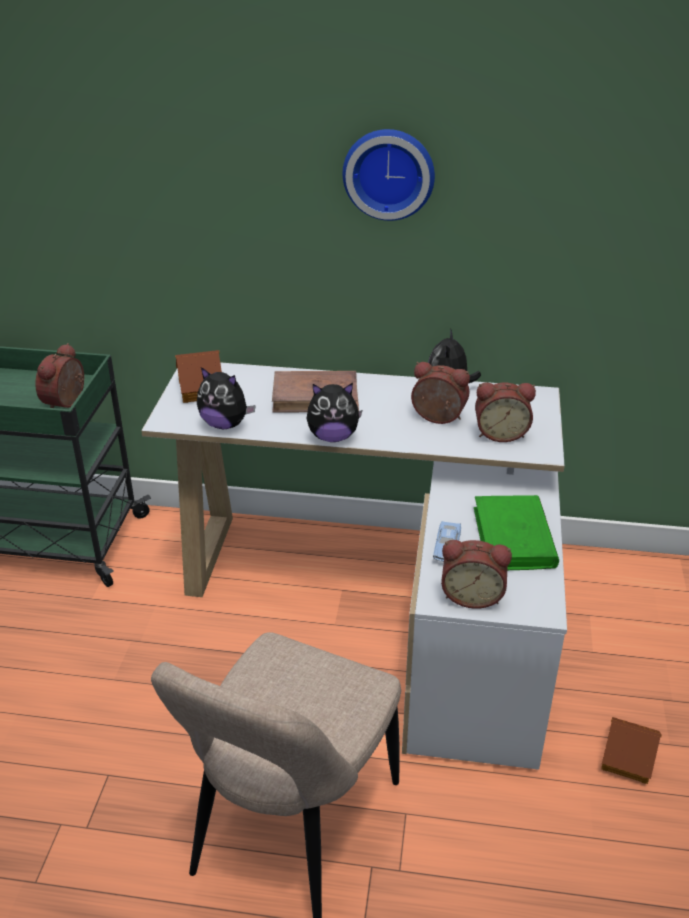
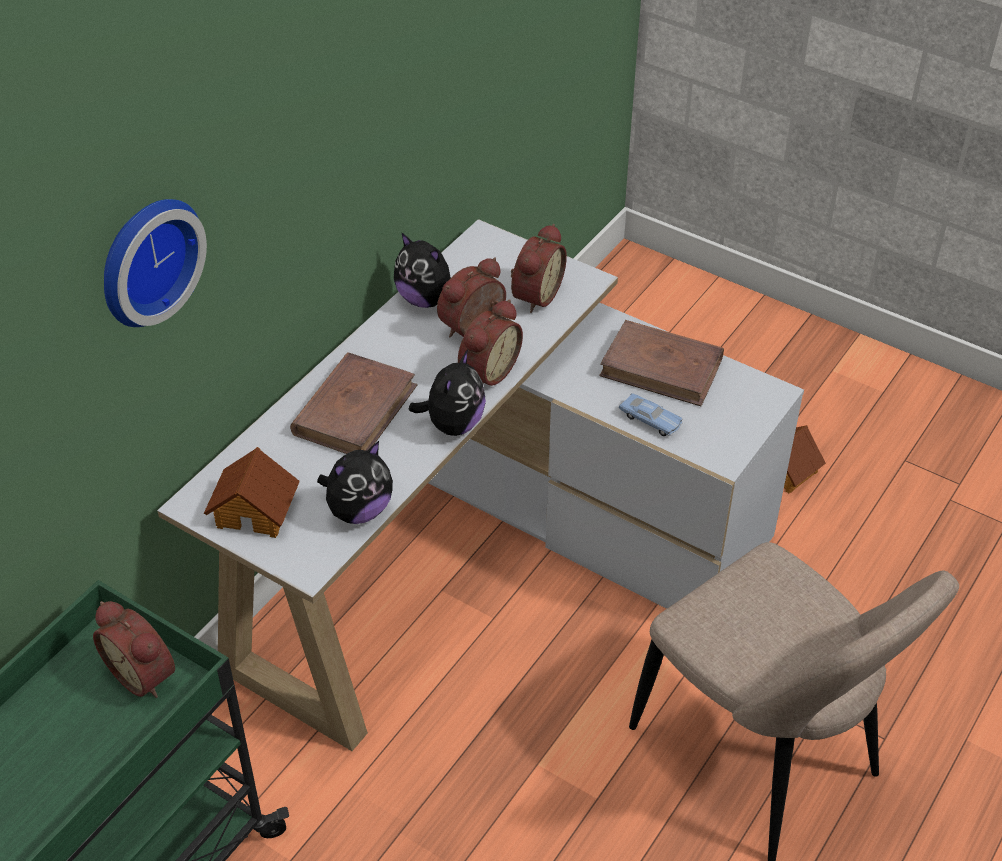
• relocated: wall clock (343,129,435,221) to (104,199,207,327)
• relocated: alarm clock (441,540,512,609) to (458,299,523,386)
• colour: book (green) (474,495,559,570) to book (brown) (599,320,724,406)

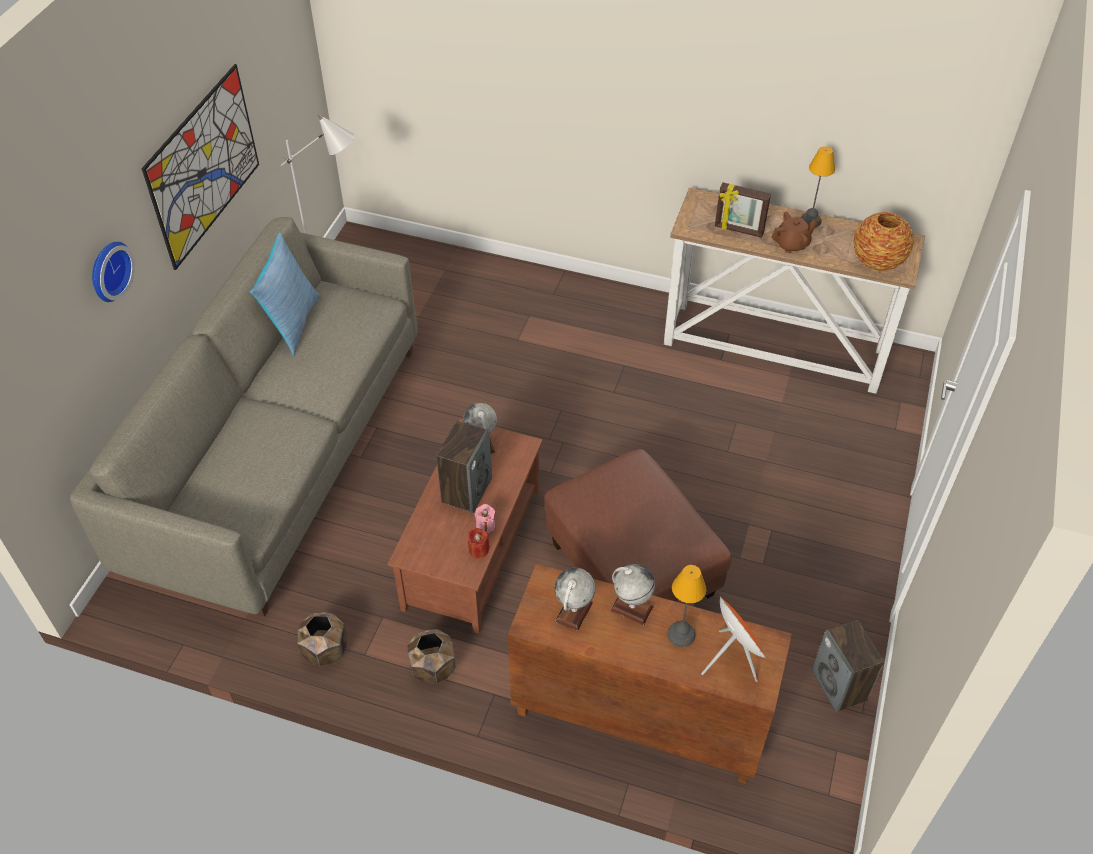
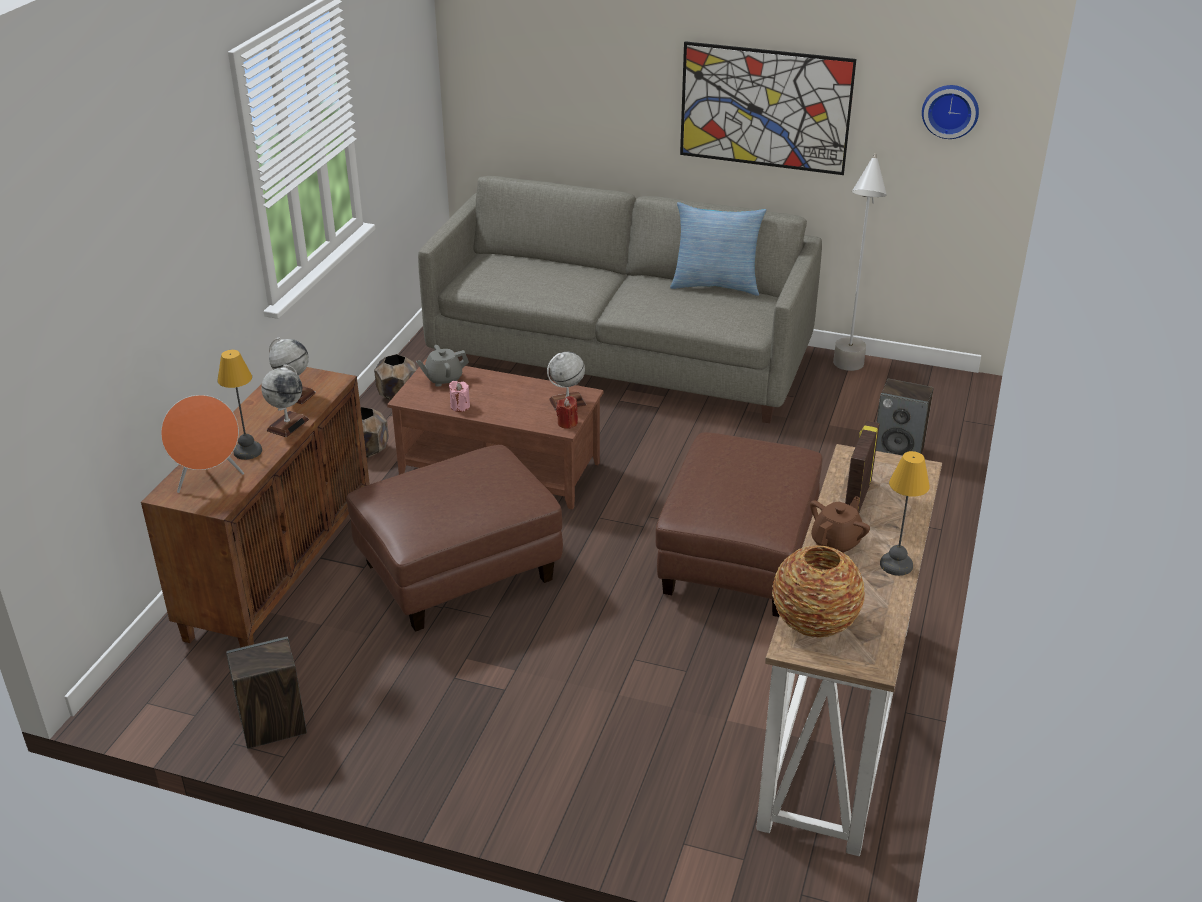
• appeared: teapot (grey) (416,345,469,387)
• appeared: ottoman (brown) (655,433,822,617)
• relocated: wall clock (92,241,135,302) to (922,85,979,139)
• relocated: speaker (436,421,492,513) to (876,379,934,456)
• relocated: candle (red) (468,528,490,558) to (556,396,578,429)
• spun: teapot (brown) (771,212,818,253) = (810,496,870,553) 120 degrees counterclockwise

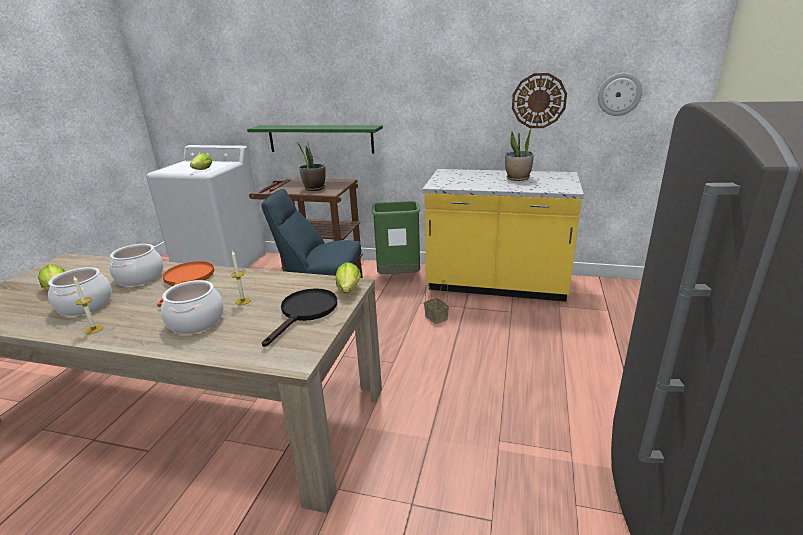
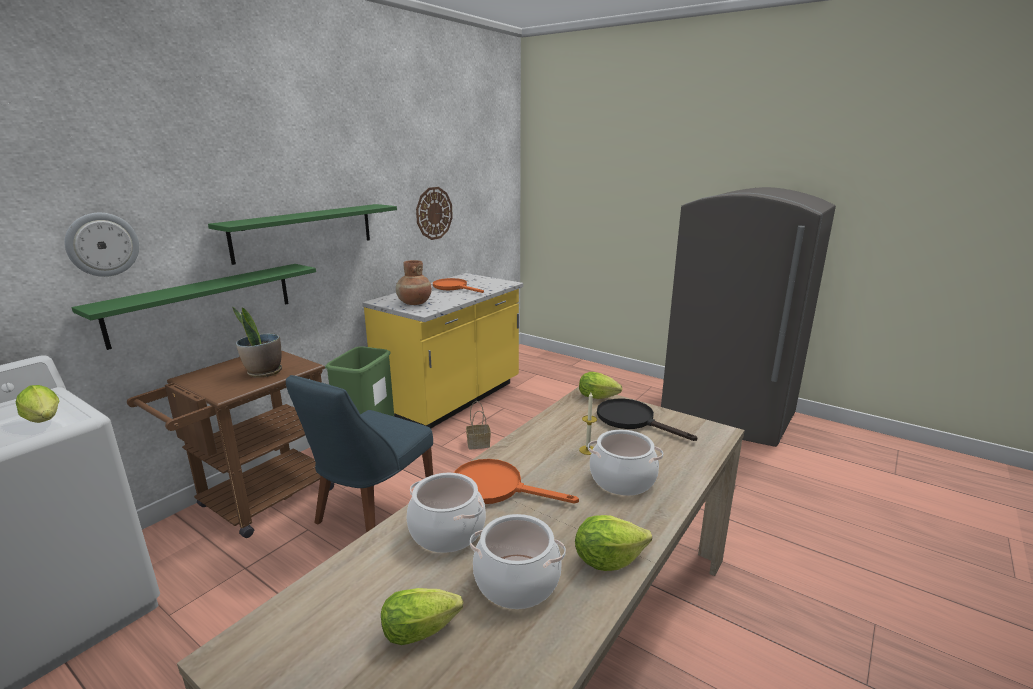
• appeared: shelf (green) (208,204,397,265)
• appeared: vase (brown) (396,260,432,305)
• relocated: wall clock (598,73,642,116) to (64,213,139,277)
• exchanged: candle (73,276,104,334) to lettuce (575,515,652,571)
• exchanged: potted plant (505,129,534,181) to frying pan (orange) (433,278,484,293)

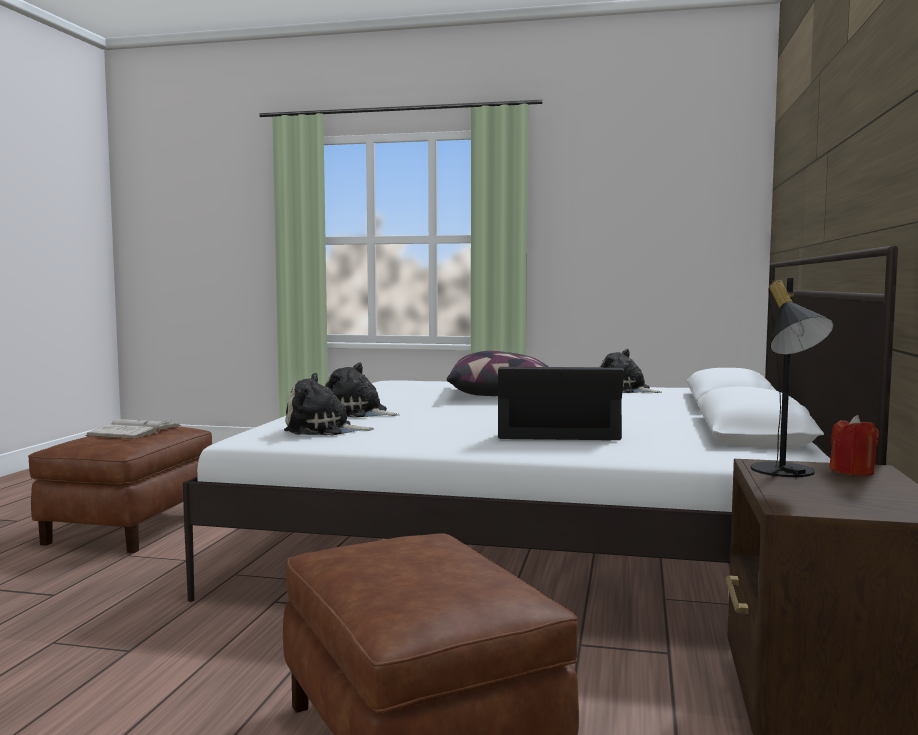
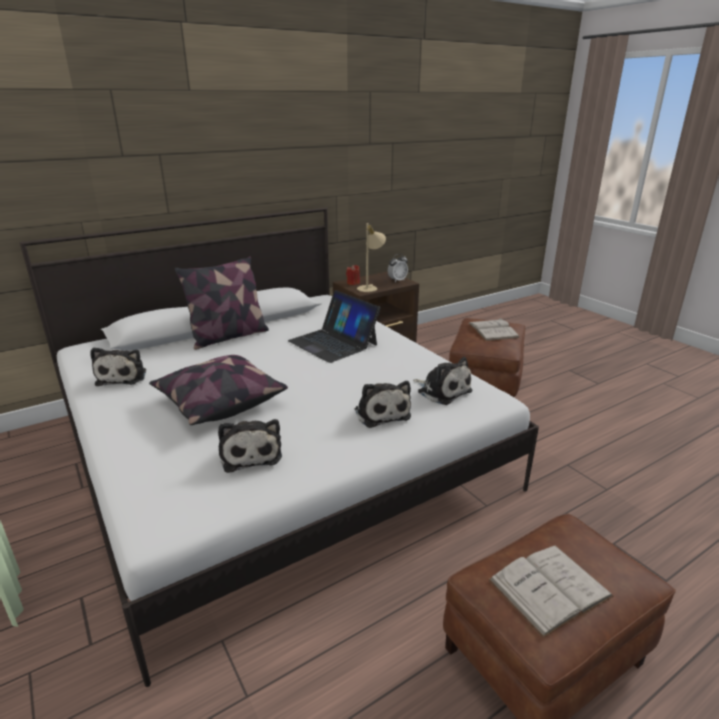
• appeared: pillow (175,256,269,350)
• appeared: plush toy (218,419,282,473)
• appeared: alarm clock (388,254,408,282)
• appeared: book (white) (468,318,520,341)
• colour: table lamp (black) (750,278,834,477) to table lamp (beige) (357,223,386,292)

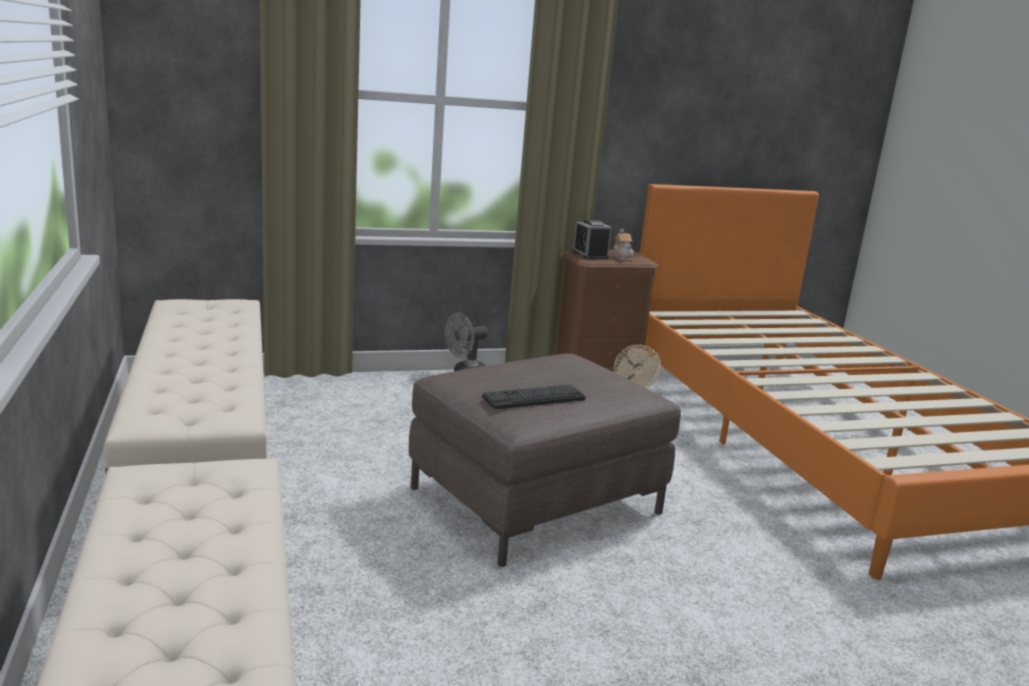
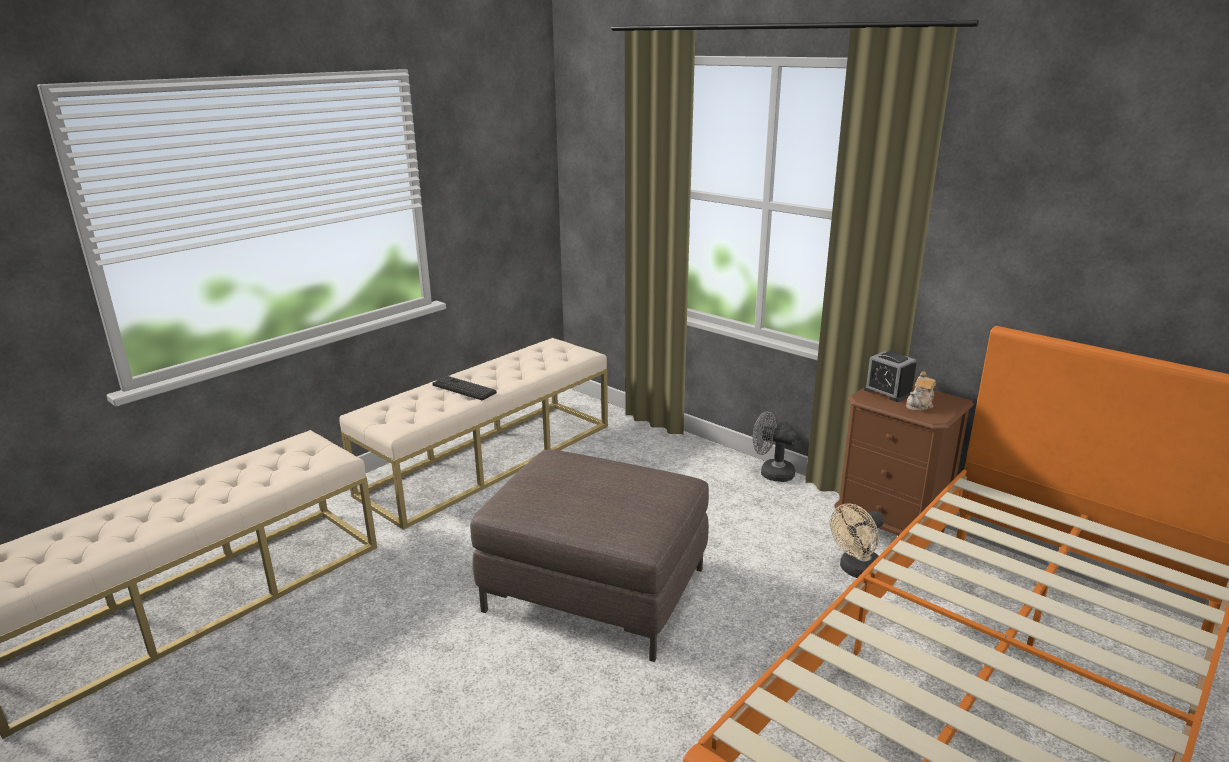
• relocated: keyboard (482,384,586,409) to (432,376,497,400)
• spun: alarm clock (573,220,612,260) = (864,351,916,402) 75 degrees counterclockwise

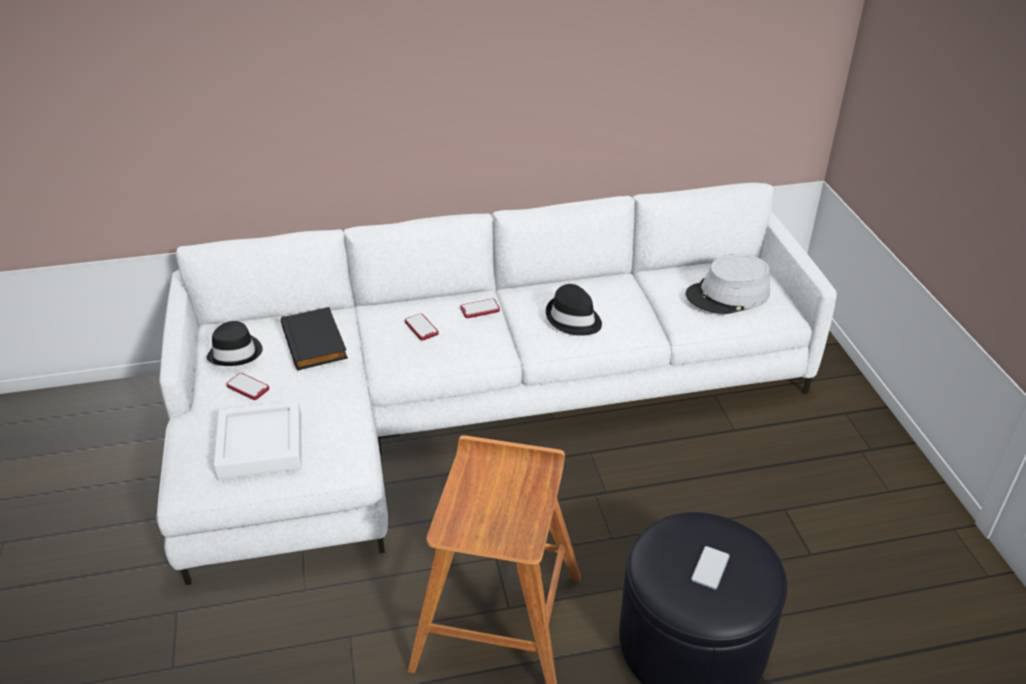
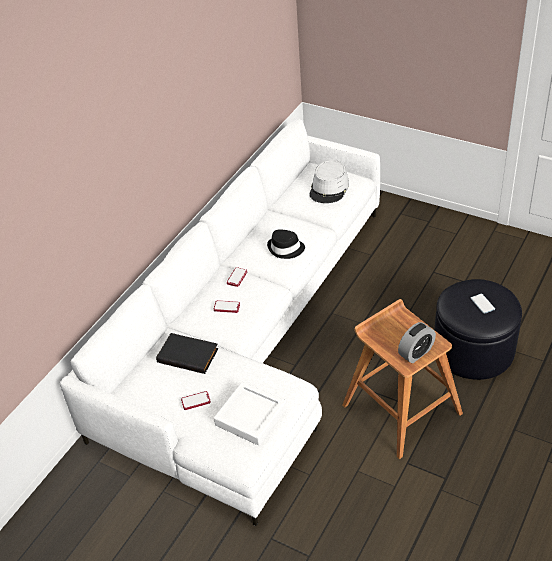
• missing: hat (black) (206,321,263,366)
• appeared: alarm clock (398,322,436,363)

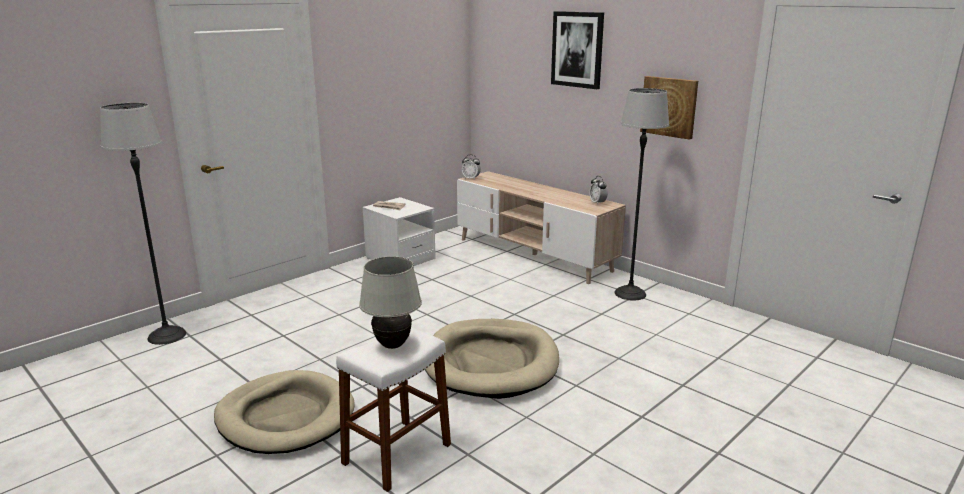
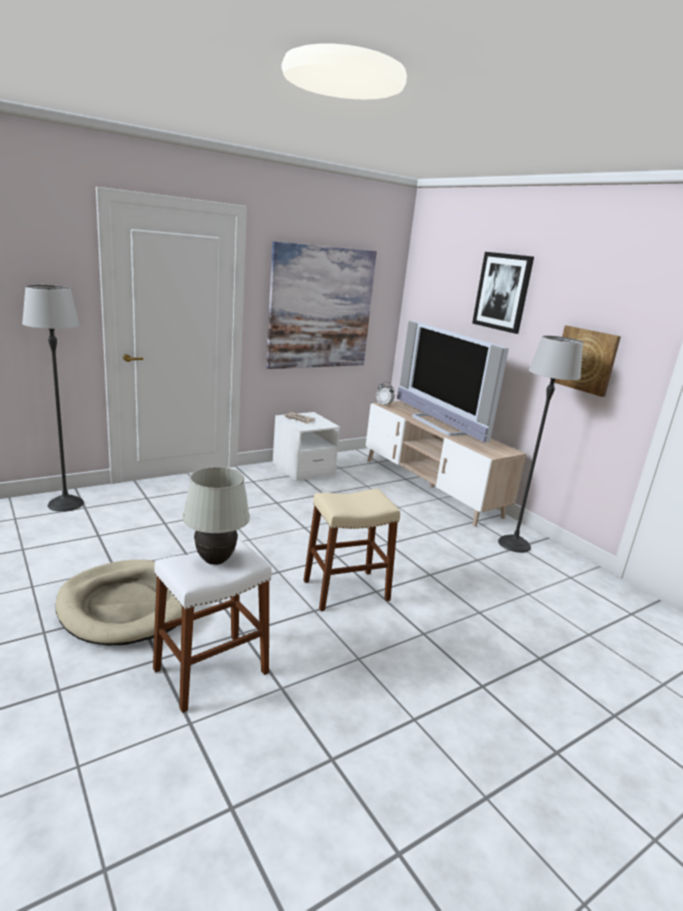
• missing: alarm clock (589,176,608,204)
• appeared: picture (266,241,377,369)
• appeared: television (397,321,509,442)
• exchanged: dog bed (beige) (425,319,559,399) to stool (beige) (304,489,400,611)

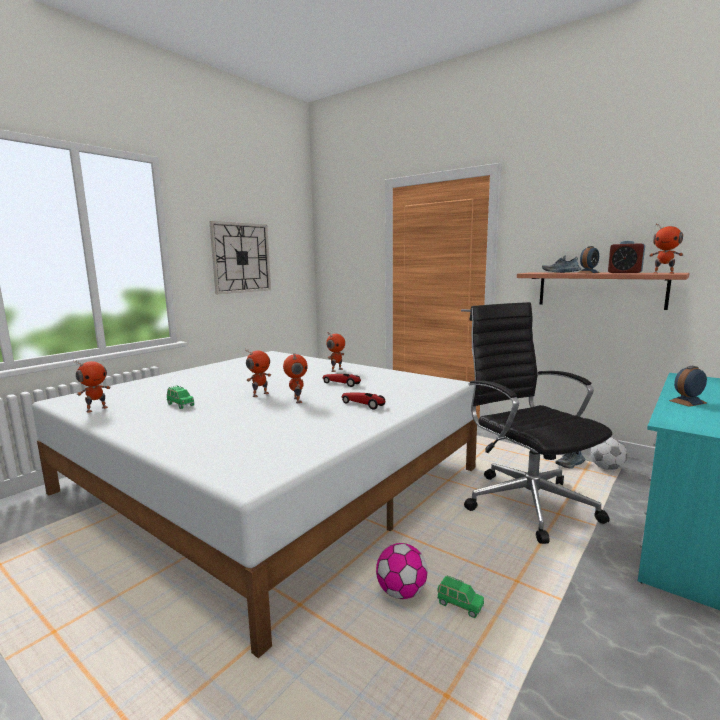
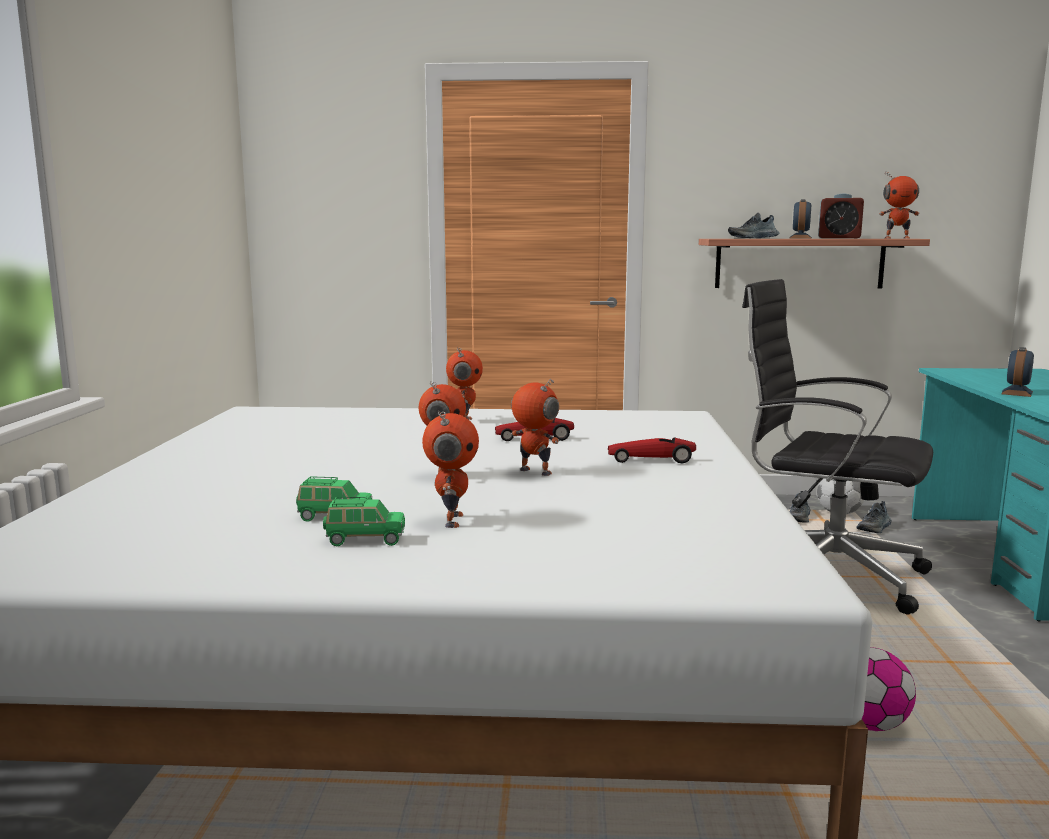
• missing: wall clock (209,221,271,294)
• appeared: shoe (856,501,892,533)
• relocated: toy robot (73,360,110,413) to (422,411,479,528)
• relocated: toy car (green) (437,575,484,618) to (323,497,405,546)

